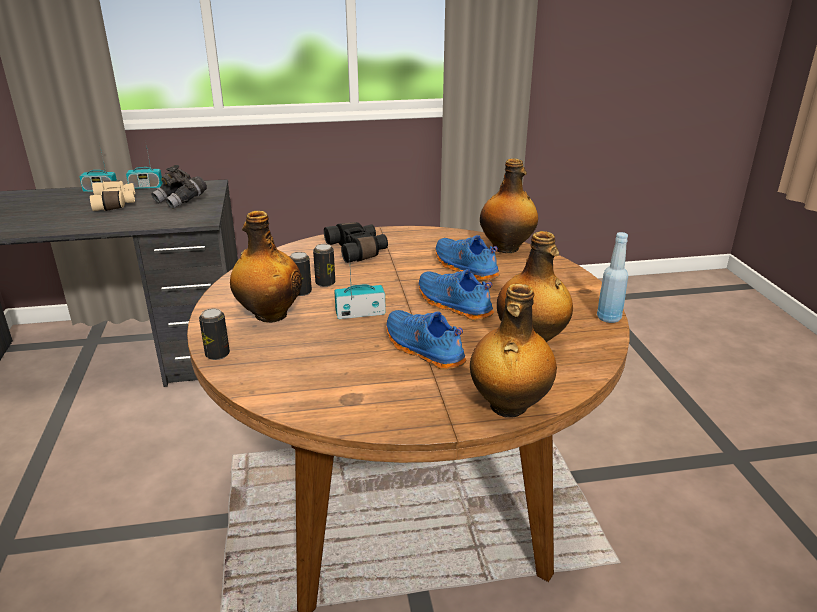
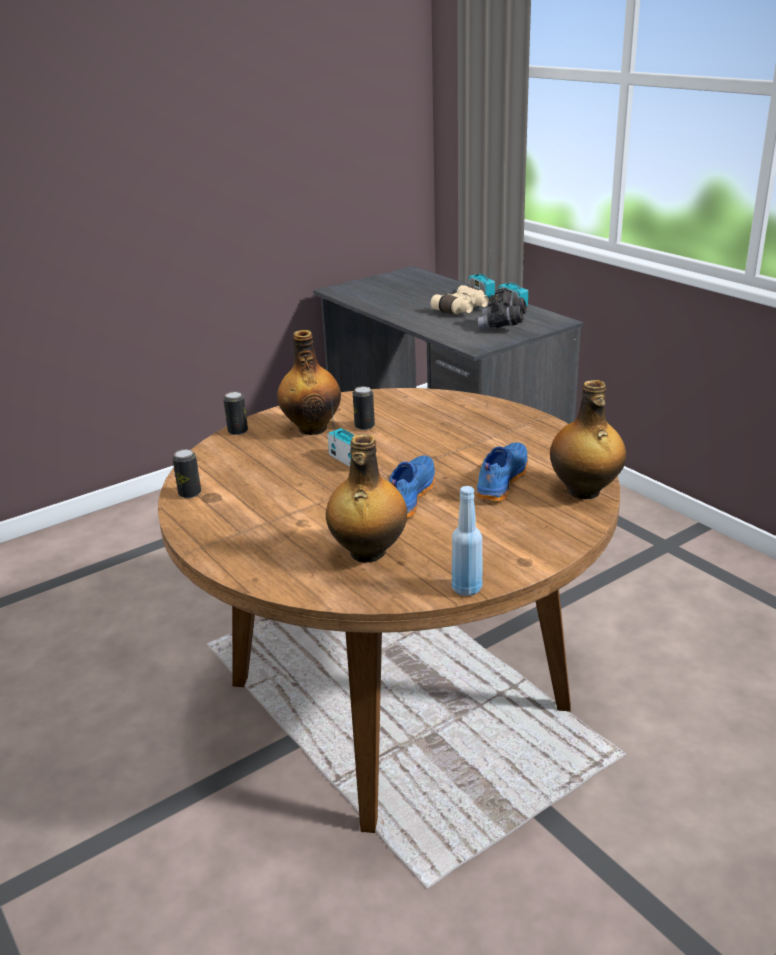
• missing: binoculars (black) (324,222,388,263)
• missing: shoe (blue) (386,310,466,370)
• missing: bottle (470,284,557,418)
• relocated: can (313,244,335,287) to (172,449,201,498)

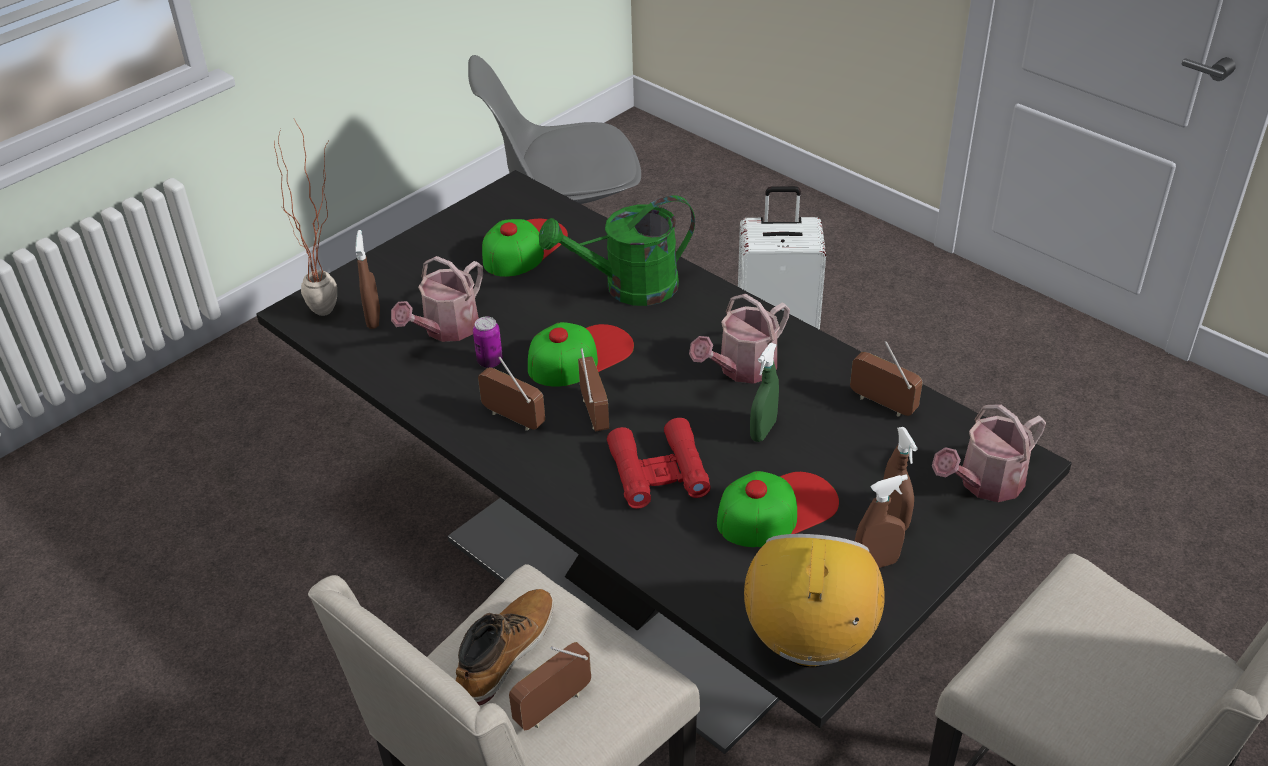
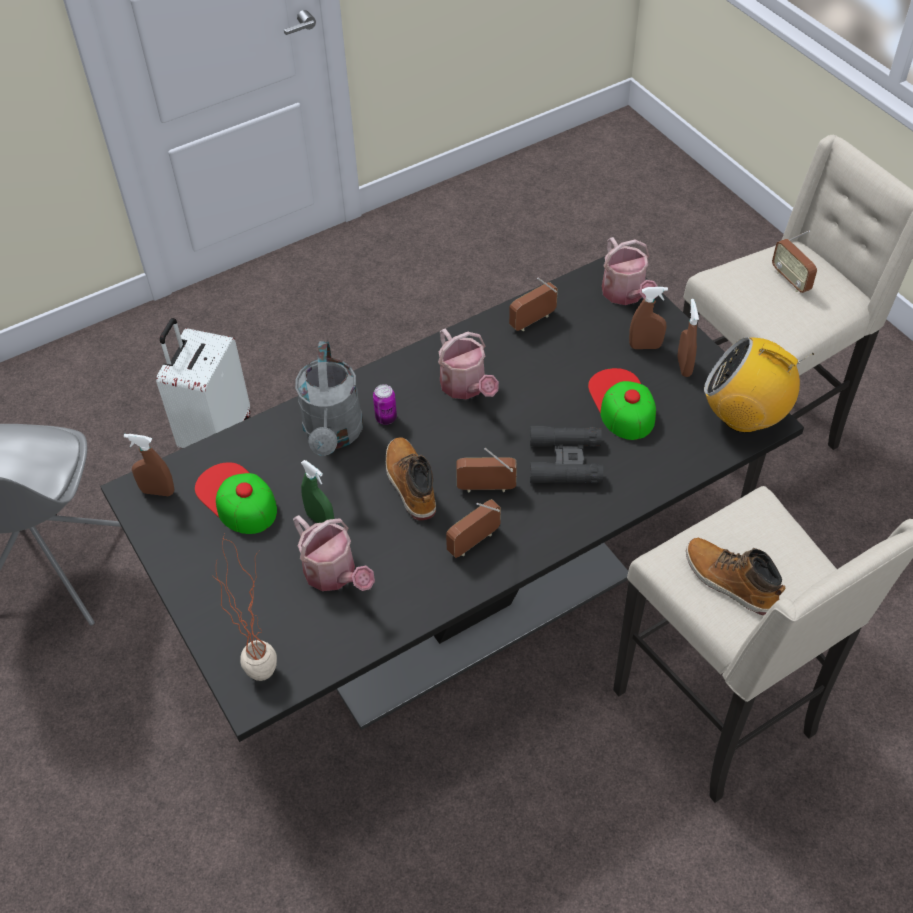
• relocated: spray bottle (brown) (356,230,380,329) to (124,434,174,496)
• relocated: can (473,317,503,368) to (373,384,397,425)
• relocated: radio (509,642,591,730) to (772,230,817,293)
• relocated: spray bottle (green) (750,343,779,442) to (301,460,334,523)
• exchanged: cap (528,322,634,387) to boot (386,437,436,521)
• colour: watering can (green) (539,195,695,306) to watering can (grey) (295,341,363,456)
• colour: binoculars (red) (607,418,711,509) to binoculars (black) (530,425,603,483)

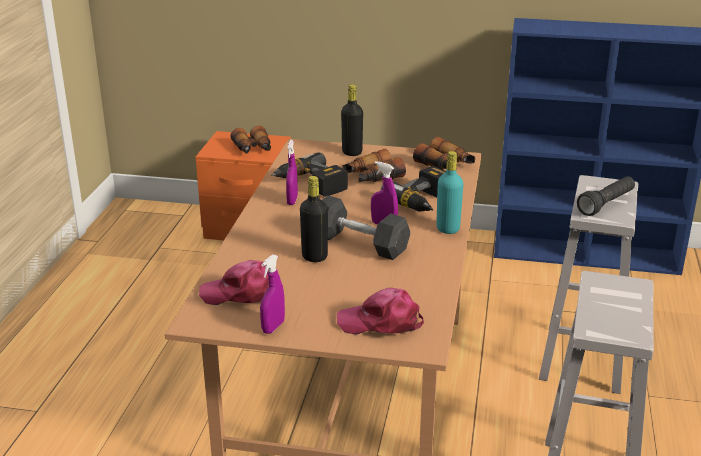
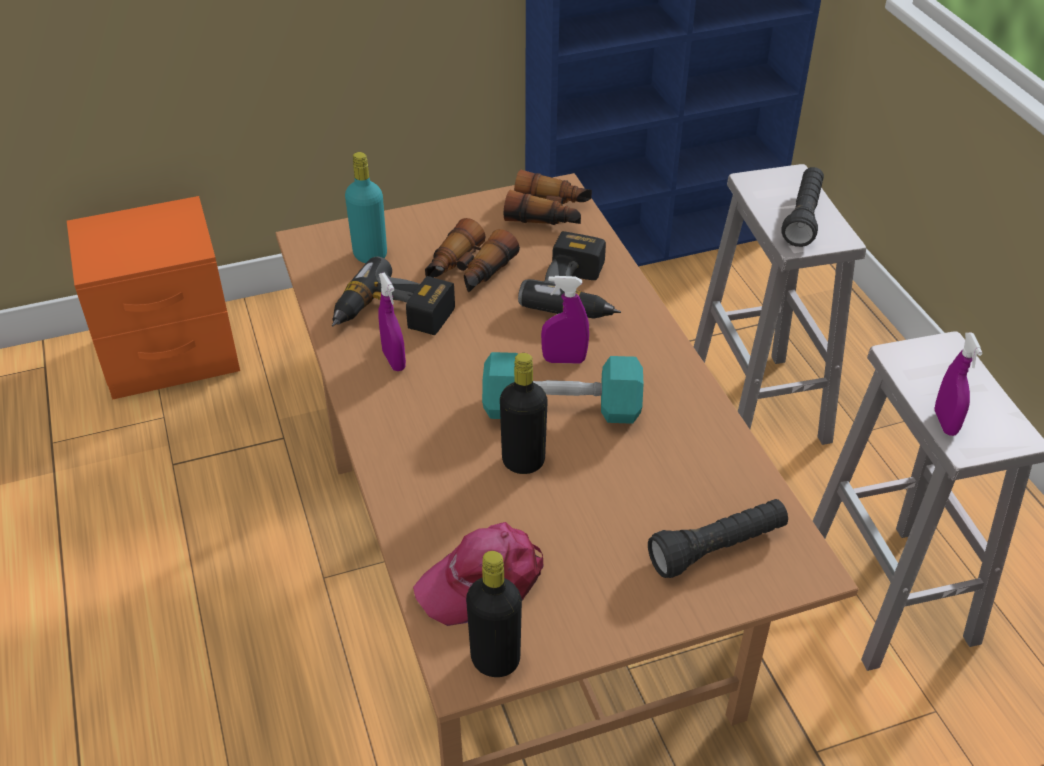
• missing: binoculars (231,126,271,154)
• relocated: spray bottle (purple) (260,254,285,334) to (934,333,983,436)
• relocated: bottle (black) (341,84,363,156) to (466,551,522,677)
• relocated: bottle (turquoise) (436,151,463,234) to (345,152,387,263)
• exchanged: cap (pink) (337,288,424,335) to flashlight (black) (648,499,788,578)
• colour: dumbbell (grey) (322,196,410,260) to dumbbell (turquoise) (482,352,643,424)

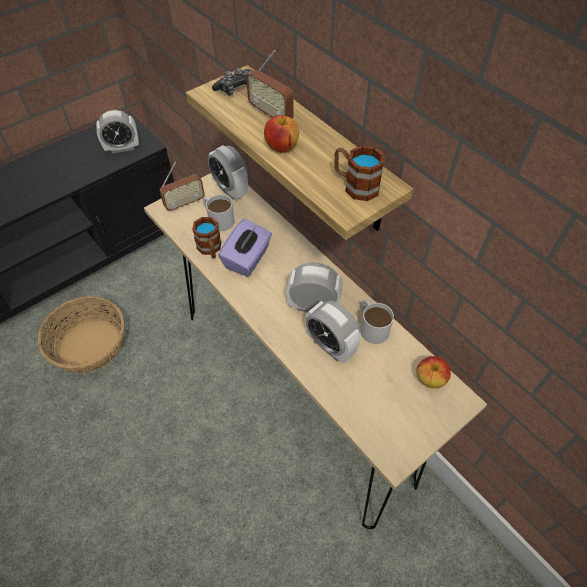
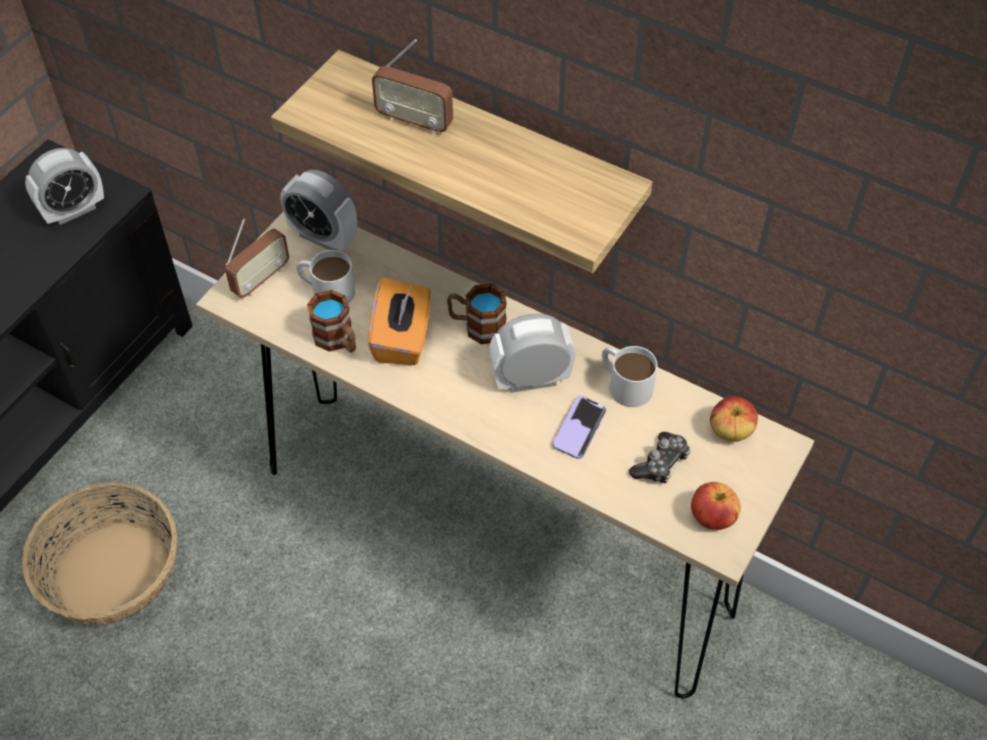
• relocated: game controller (212,68,253,96) to (629,432,691,483)
• relocated: apple (264,115,299,153) to (691,482,741,530)
• relocated: mug (334,145,385,201) to (447,283,507,344)
• exchanged: alarm clock (306,300,360,364) to phone (552,395,606,459)
• colour: tissue box (purple) (218,218,272,277) to tissue box (orange) (368,278,431,365)

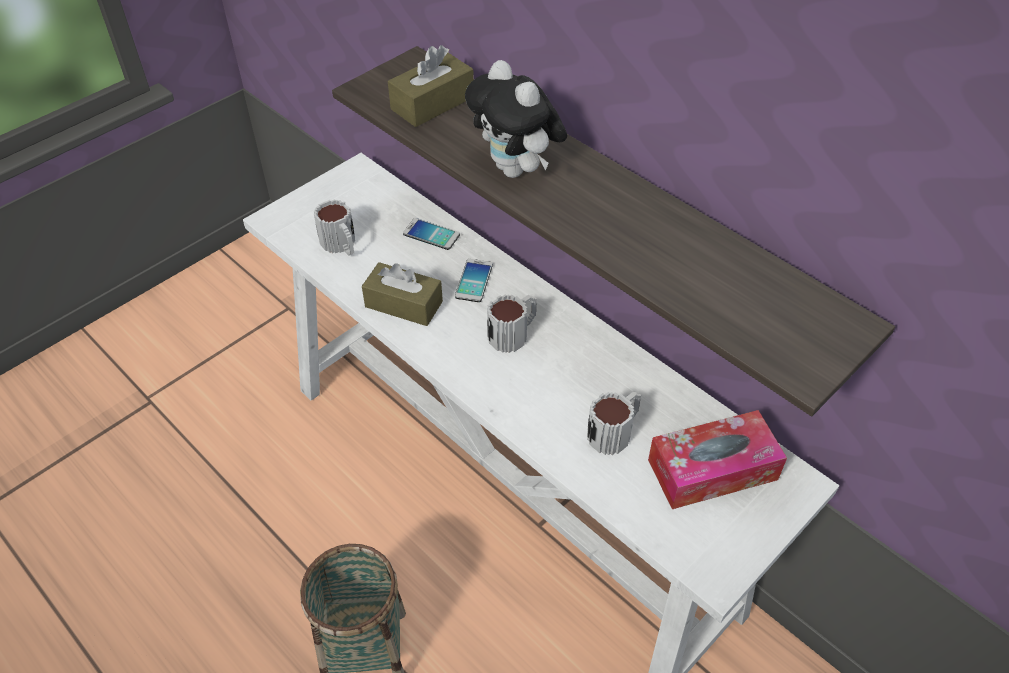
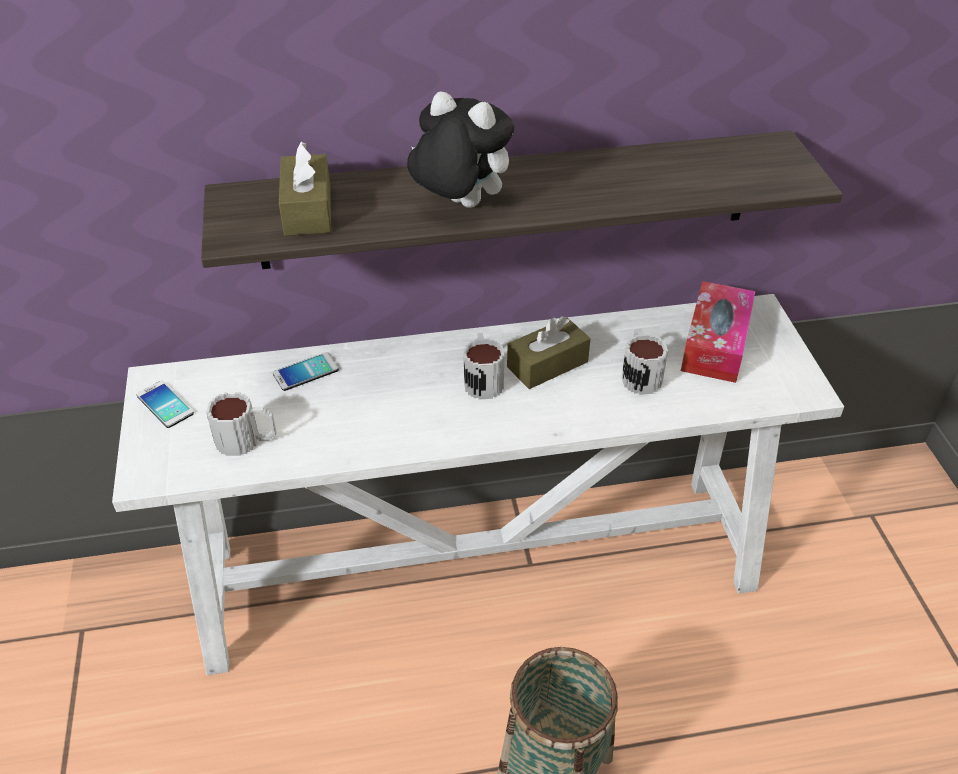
• relocated: tissue box (brown) (362,262,443,326) to (507,316,591,389)
• relocated: phone (455,259,493,302) to (137,381,194,428)
• spun: plush toy (465,60,567,178) = (407,91,514,208) 150 degrees counterclockwise

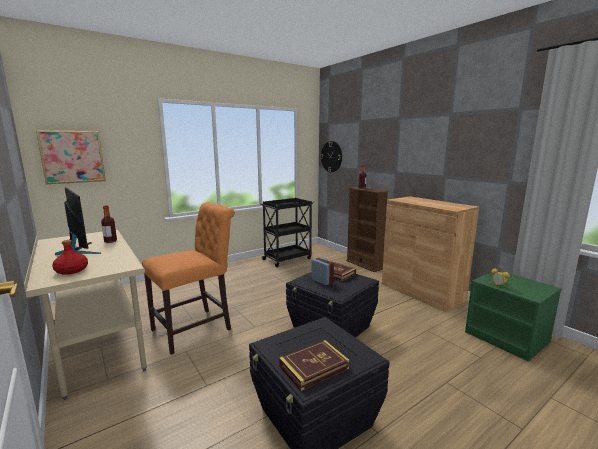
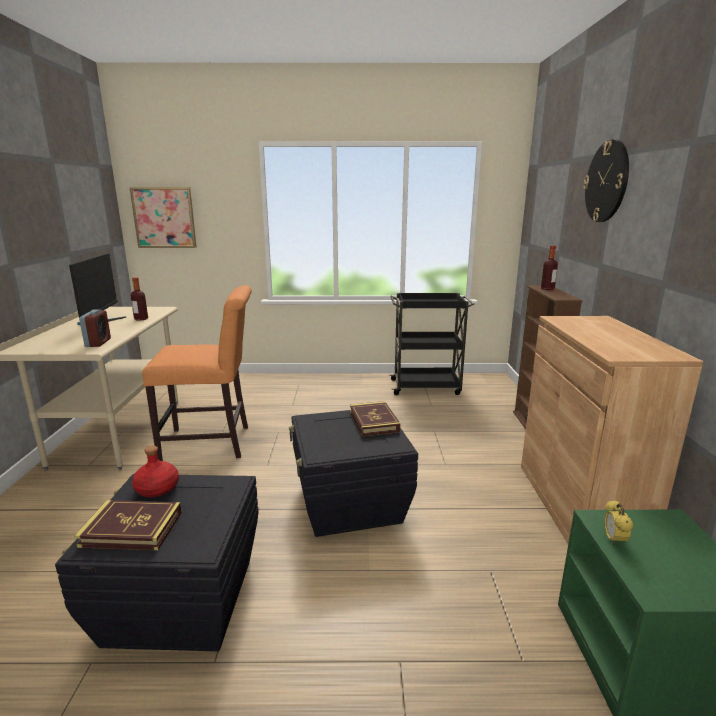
• relocated: bottle (red) (52,240,88,275) to (132,446,179,497)
• relocated: alarm clock (311,257,334,285) to (79,309,111,347)
• relocated: wall clock (320,141,342,172) to (583,139,629,222)

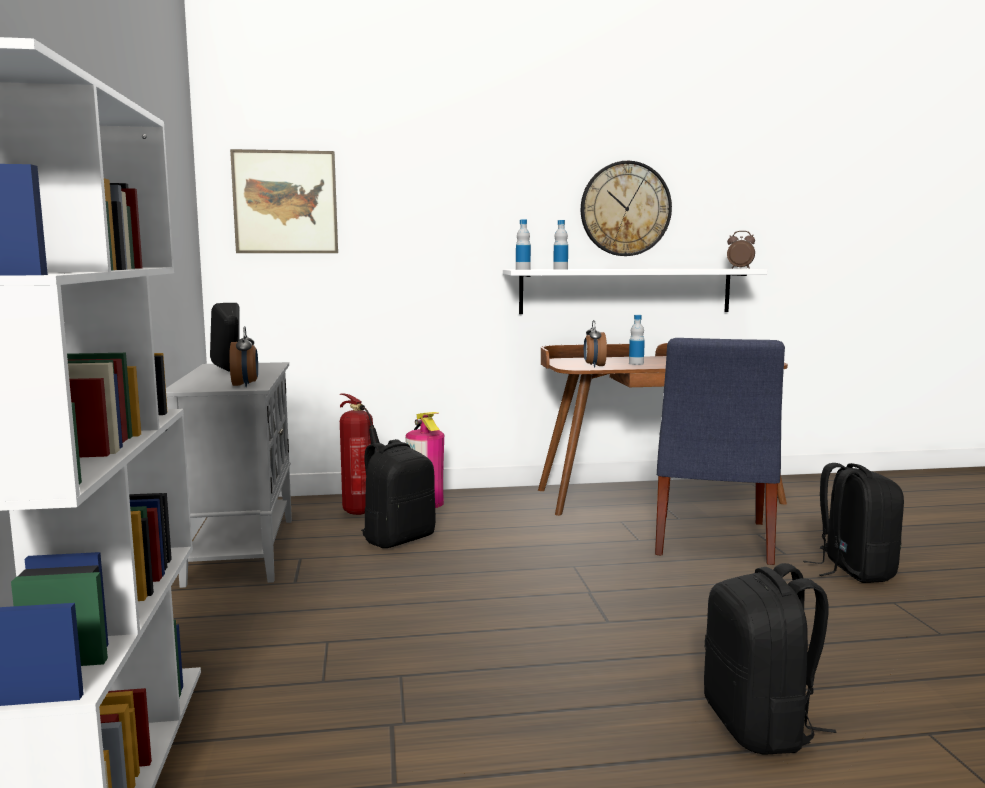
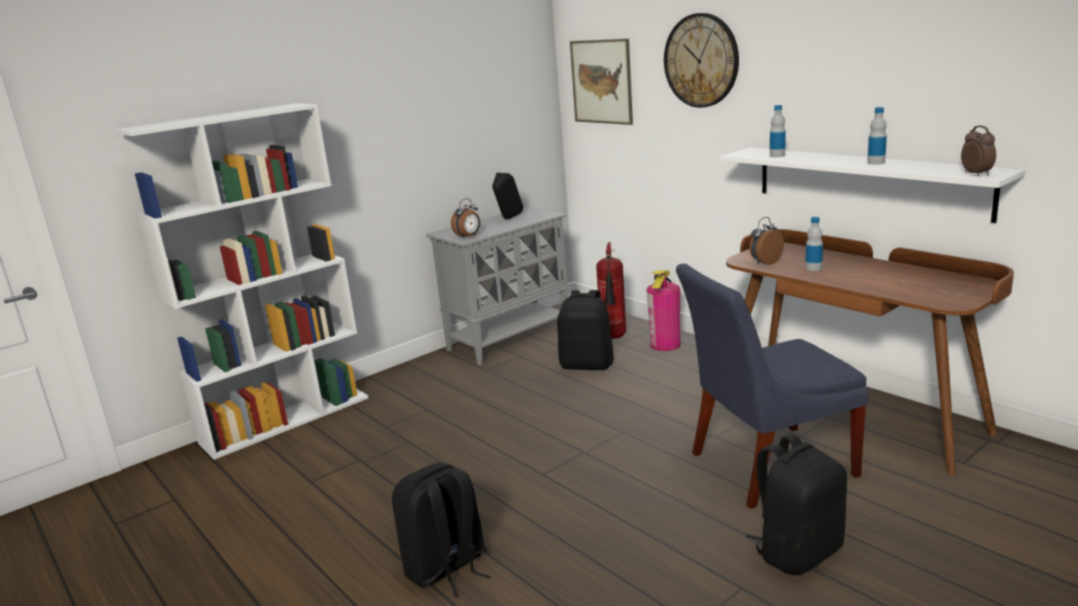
• relocated: bottle (516,220,531,270) to (867,107,887,165)
• relocated: wall clock (581,161,672,256) to (664,13,739,108)

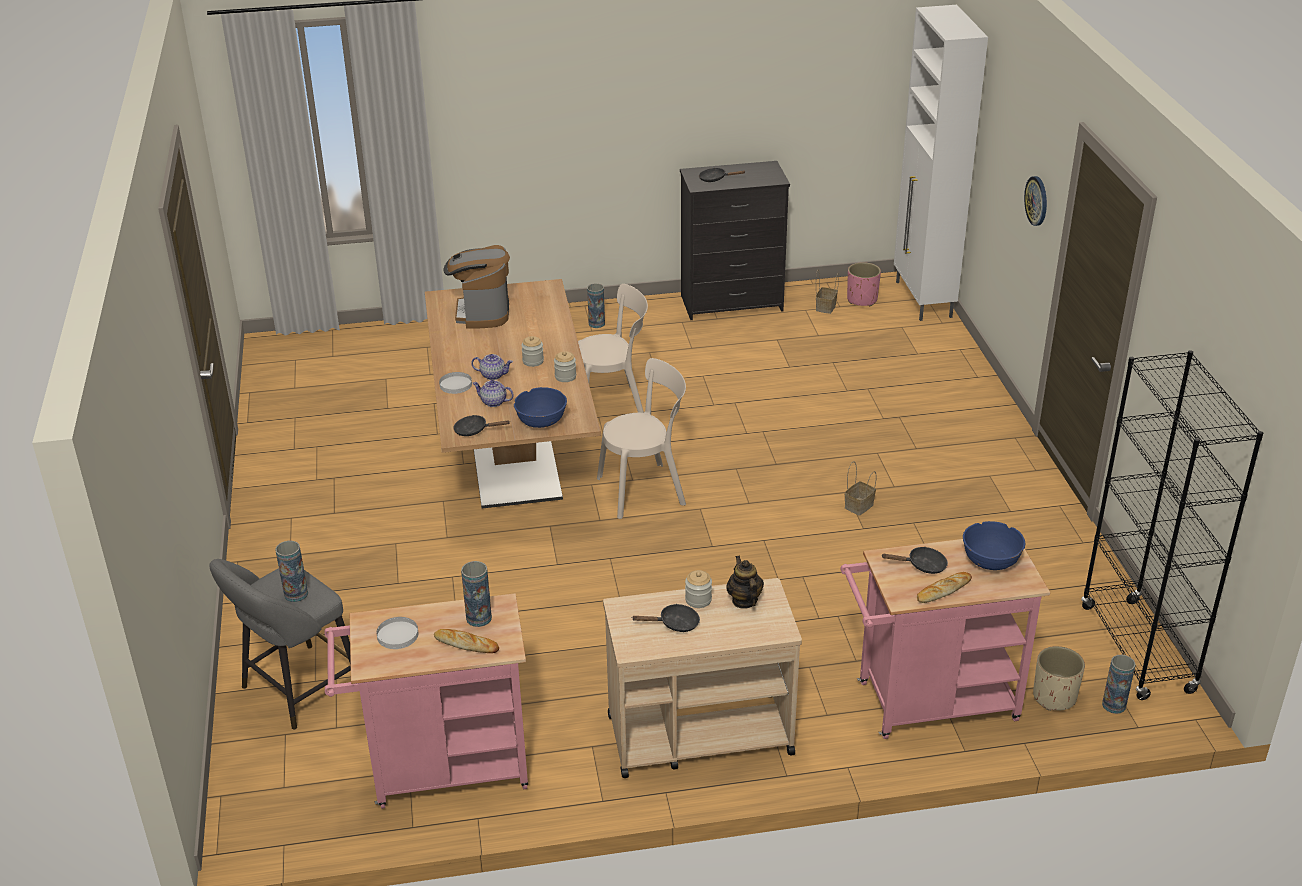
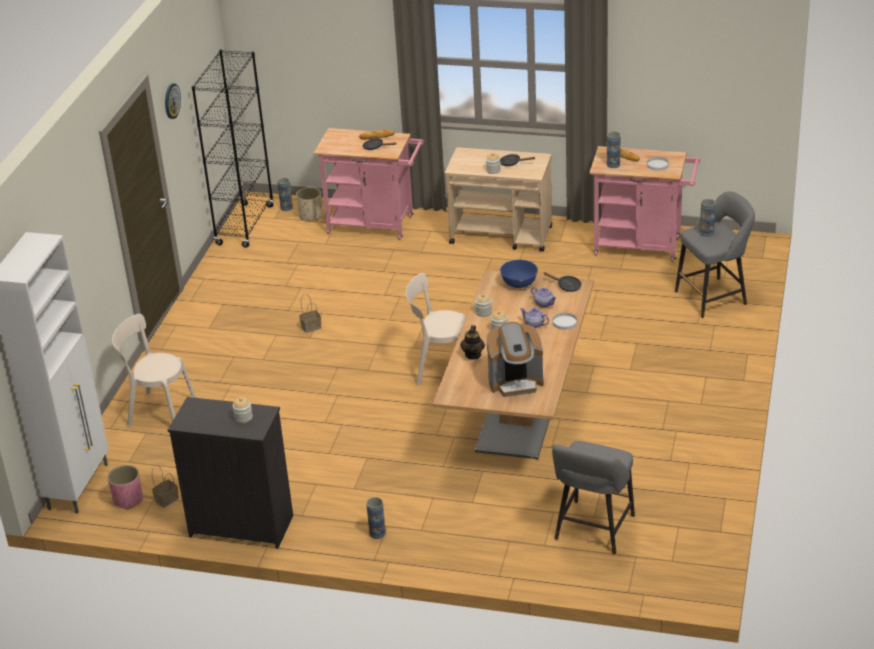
• missing: bowl (blue) (963,521,1025,570)
• appeared: stool (grey) (552,441,635,554)
• relocated: chair (beige) (578,284,648,413) to (112,314,196,427)
• relocated: teapot (726,556,764,609) to (460,325,485,360)
• relocated: wall clock (1024,176,1047,226) to (165,84,181,119)
• exchanged: frying pan (black) (699,168,745,182) to jar (232,397,253,423)
• spun: coffee machine (444,245,510,329) = (486,322,544,397) 60 degrees clockwise

